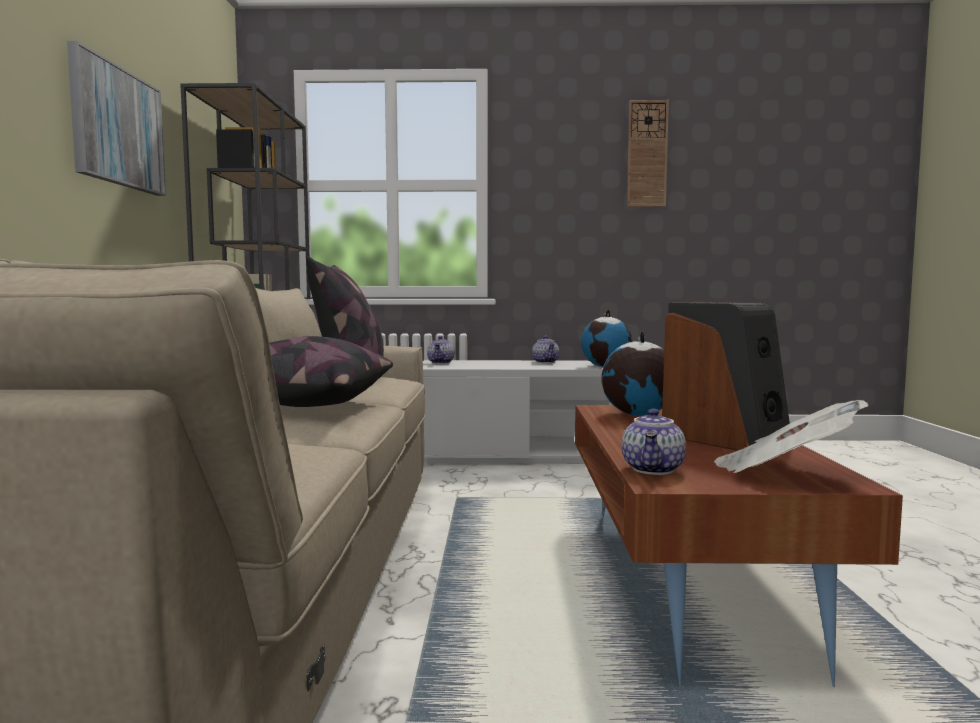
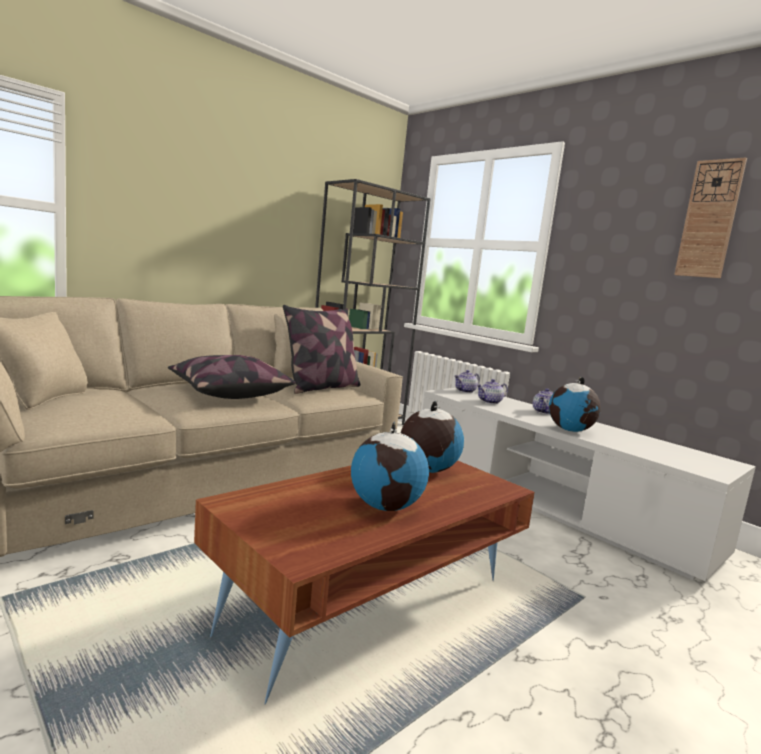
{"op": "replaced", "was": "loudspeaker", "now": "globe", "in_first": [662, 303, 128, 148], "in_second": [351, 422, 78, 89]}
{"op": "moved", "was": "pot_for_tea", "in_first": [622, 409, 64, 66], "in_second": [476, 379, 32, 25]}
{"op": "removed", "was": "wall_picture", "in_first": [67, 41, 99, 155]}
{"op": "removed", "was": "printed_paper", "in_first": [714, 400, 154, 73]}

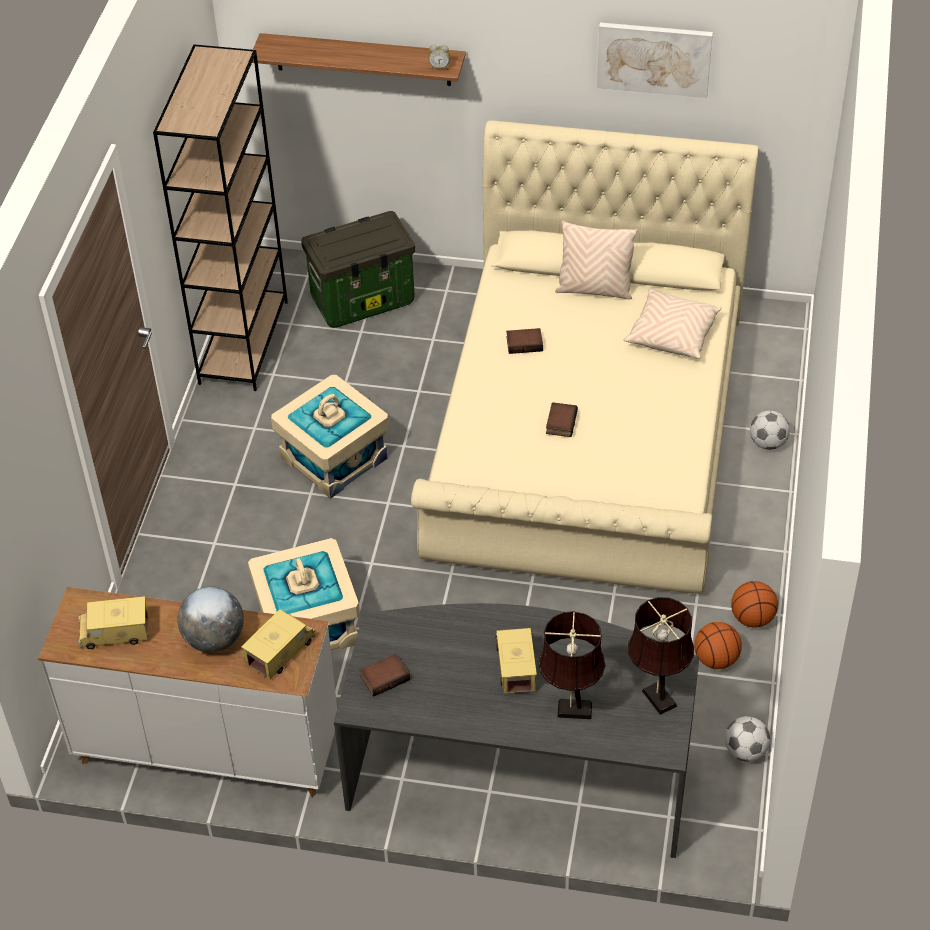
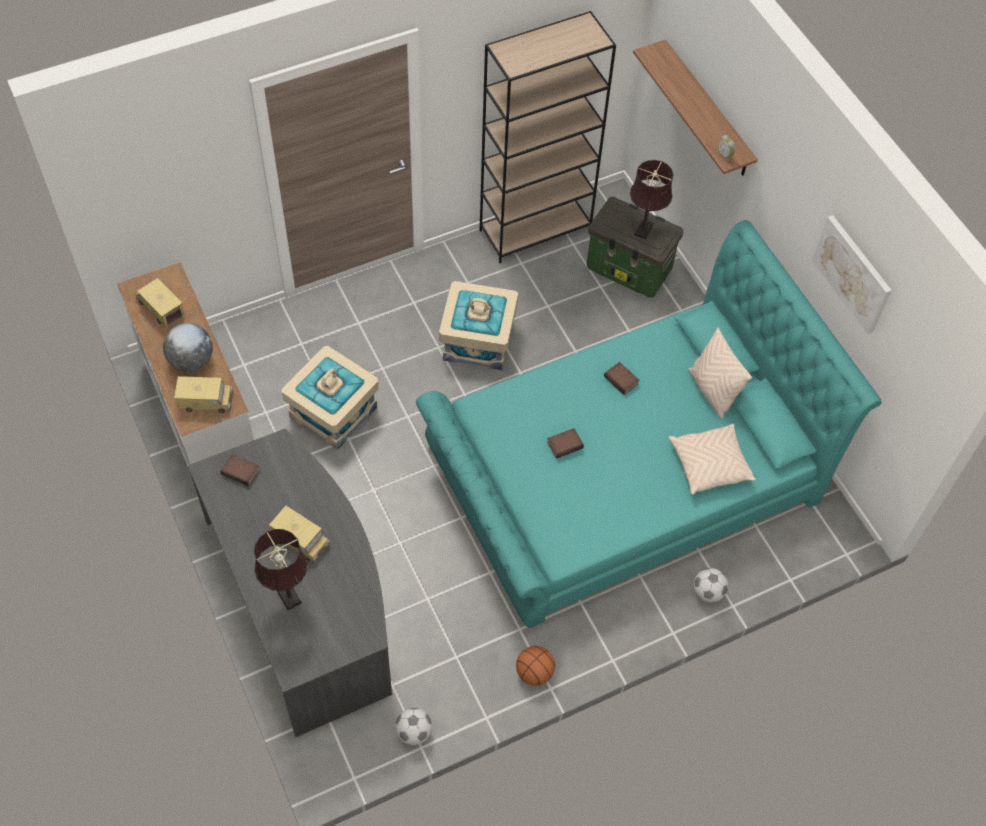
{"op": "turned", "was": "toy_truck", "in_first": [495, 628, 42, 66], "in_second": [269, 505, 61, 58], "clockwise": 75}
{"op": "recoloured", "was": "sand-coloured_sleeping_bed", "now": "turquoise-coloured_sleeping_bed", "in_first": [411, 120, 348, 474], "in_second": [416, 220, 466, 408]}
{"op": "moved", "was": "brown_table_lamp", "in_first": [628, 597, 66, 118], "in_second": [630, 160, 44, 79]}
{"op": "removed", "was": "basketball", "in_first": [694, 622, 48, 47]}

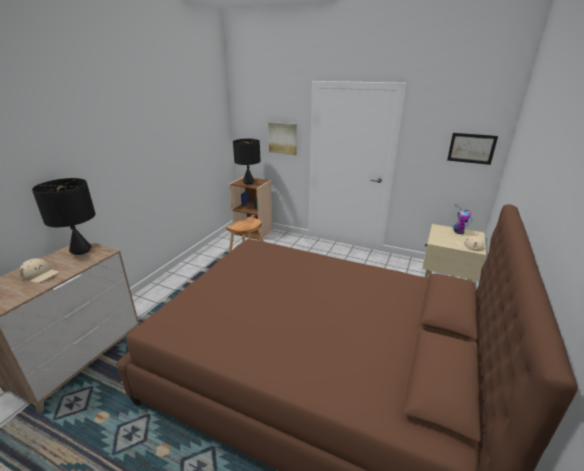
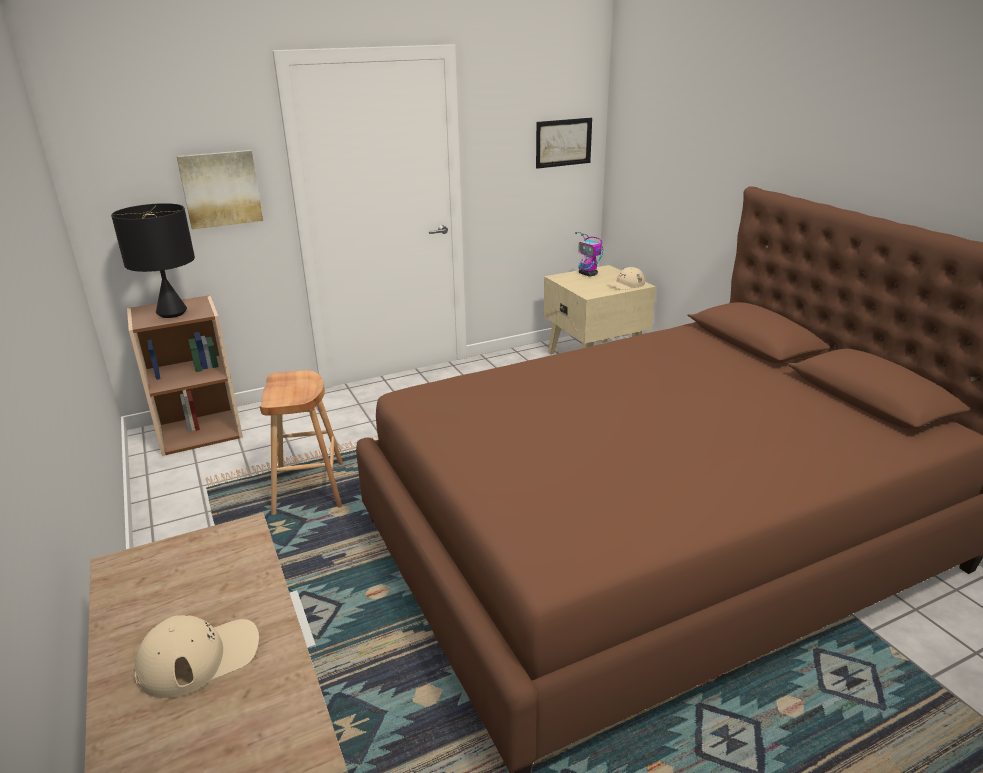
{"op": "removed", "was": "black_table_lamp", "in_first": [32, 178, 64, 77]}

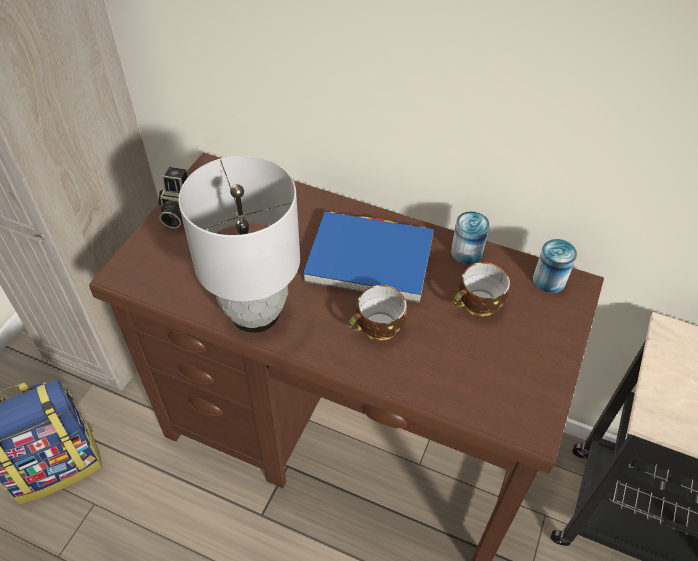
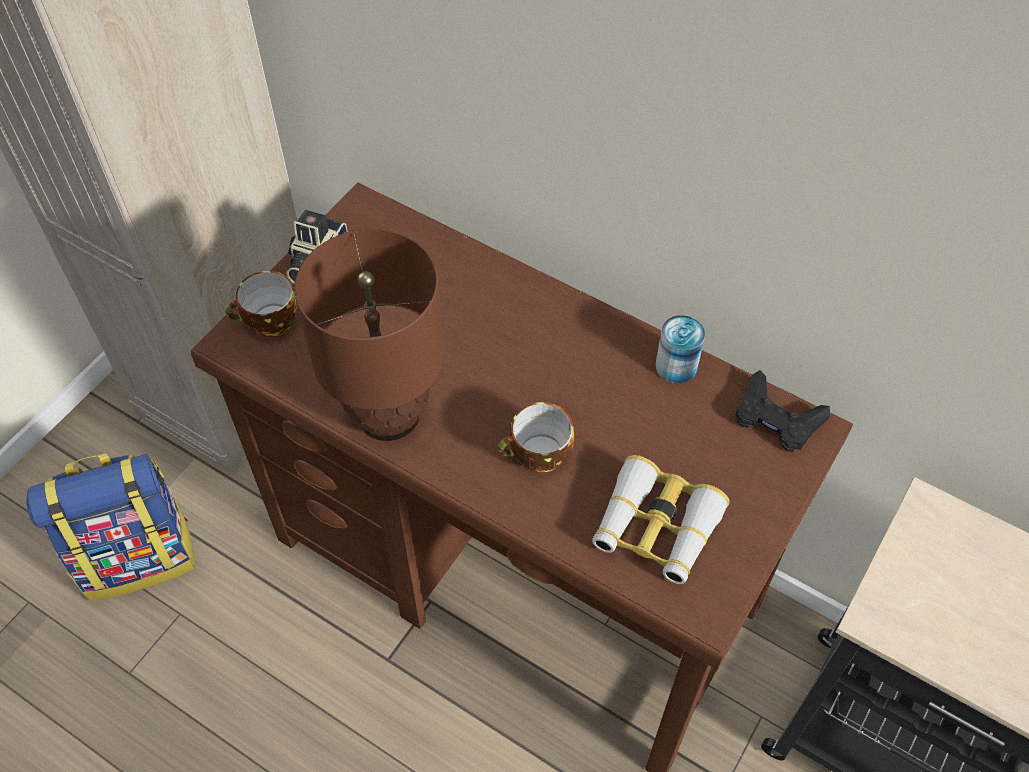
{"op": "moved", "was": "cup", "in_first": [453, 262, 57, 55], "in_second": [225, 271, 73, 66]}
{"op": "recoloured", "was": "whitish_table_lamp", "now": "brown_table_lamp", "in_first": [178, 156, 122, 177], "in_second": [294, 229, 150, 212]}
{"op": "added", "now": "field_glasses", "in_second": [592, 455, 137, 129]}
{"op": "replaced", "was": "can", "now": "black_game_controller", "in_first": [533, 239, 44, 54], "in_second": [736, 370, 94, 82]}
{"op": "removed", "was": "bluish_book", "in_first": [303, 211, 131, 92]}

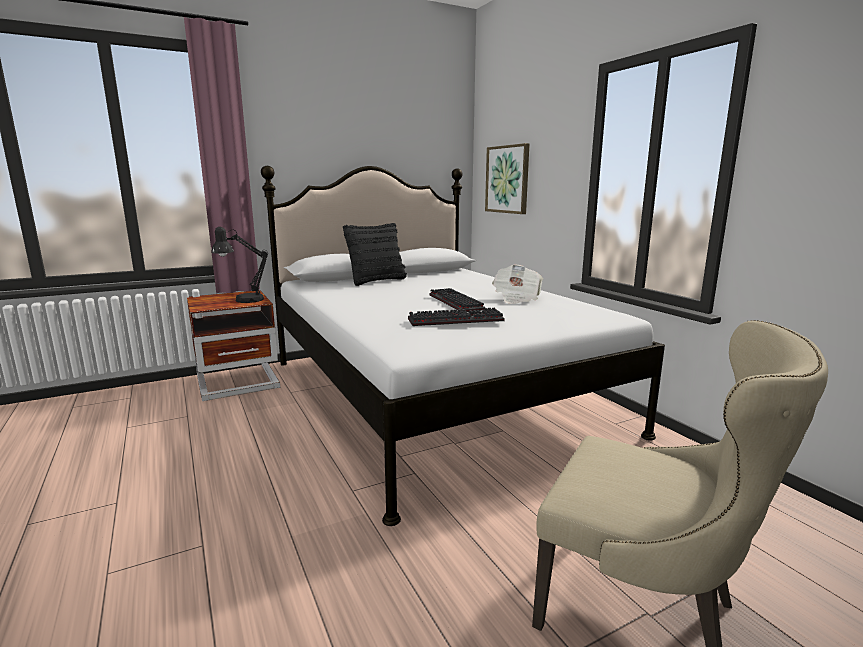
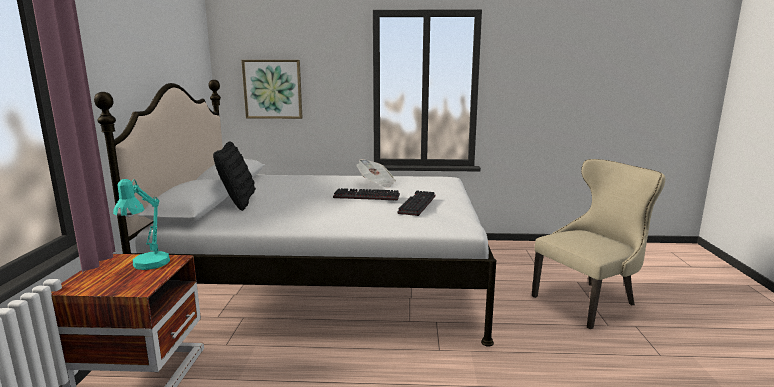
{"op": "recoloured", "was": "black_table_lamp", "now": "turquoise-coloured_table_lamp", "in_first": [211, 227, 57, 76], "in_second": [113, 179, 57, 91]}

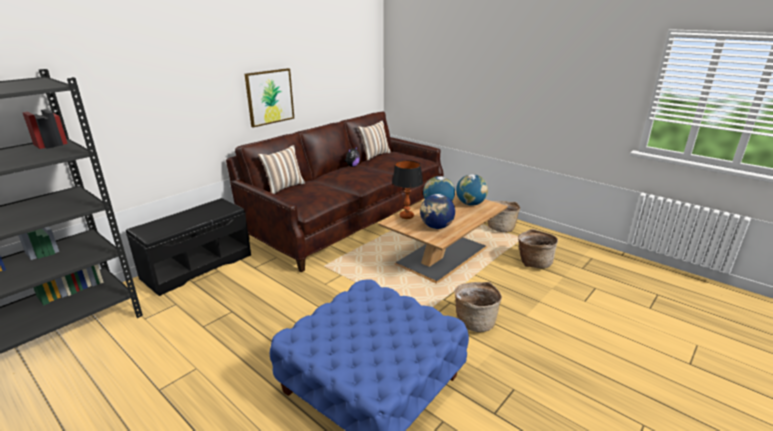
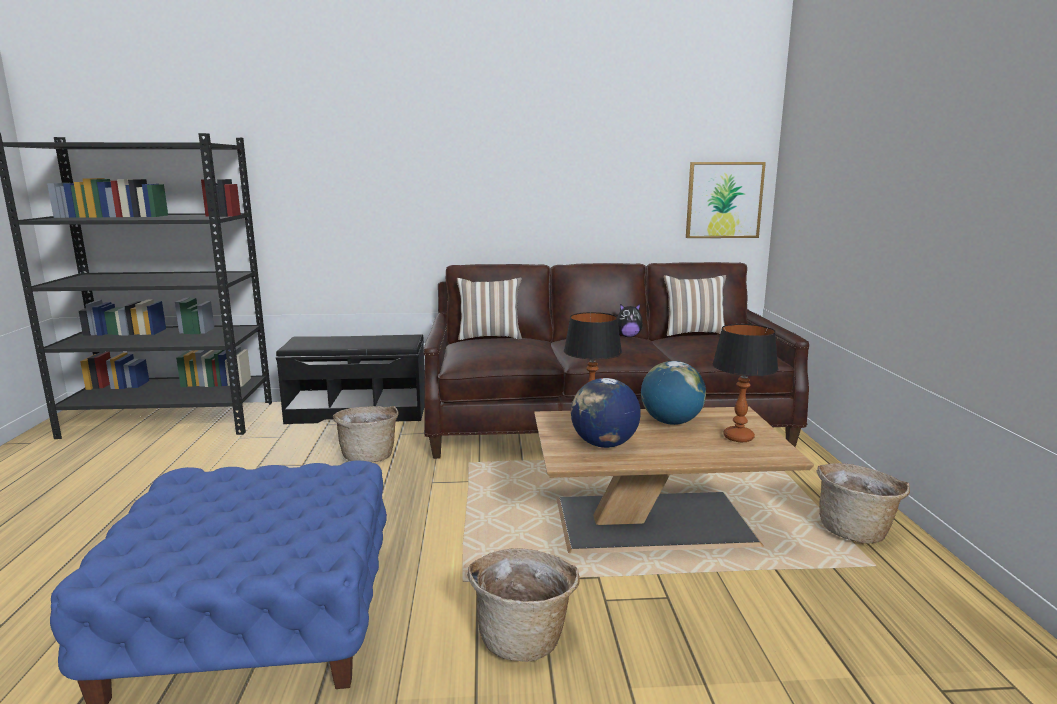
{"op": "moved", "was": "storage_basket", "in_first": [518, 229, 40, 39], "in_second": [333, 406, 66, 56]}
{"op": "moved", "was": "wall_picture", "in_first": [245, 68, 49, 60], "in_second": [686, 162, 80, 76]}
{"op": "replaced", "was": "globe", "now": "table_lamp", "in_first": [456, 174, 32, 32], "in_second": [713, 324, 65, 118]}

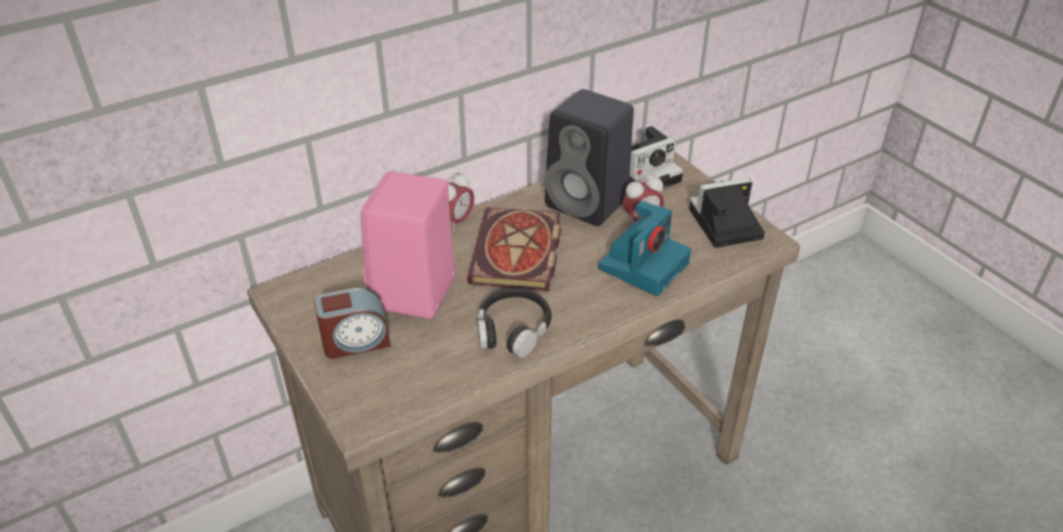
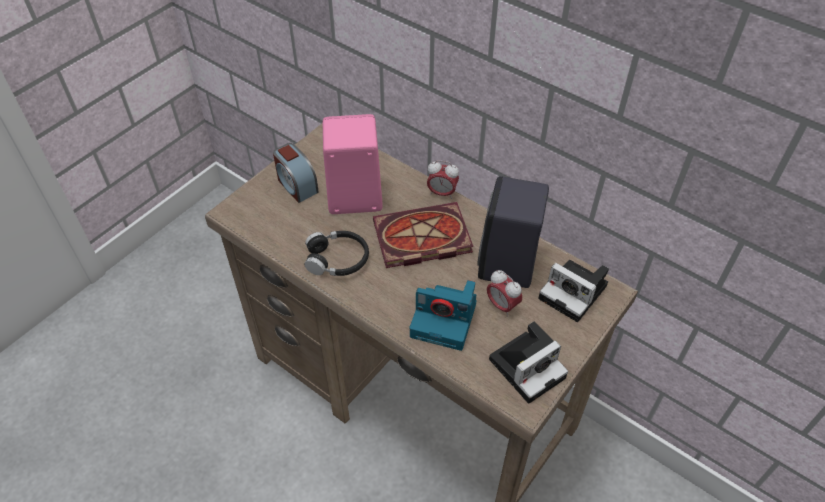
{"op": "turned", "was": "still_camera", "in_first": [689, 178, 76, 70], "in_second": [489, 322, 79, 82], "clockwise": 90}

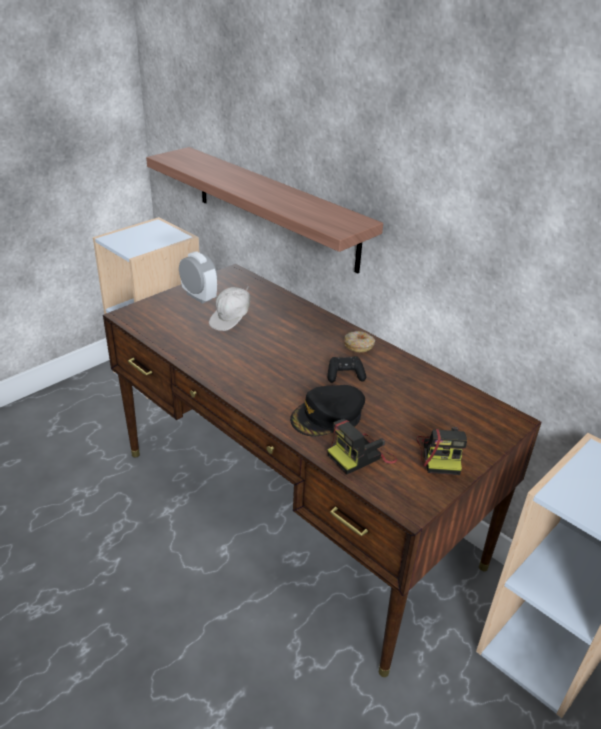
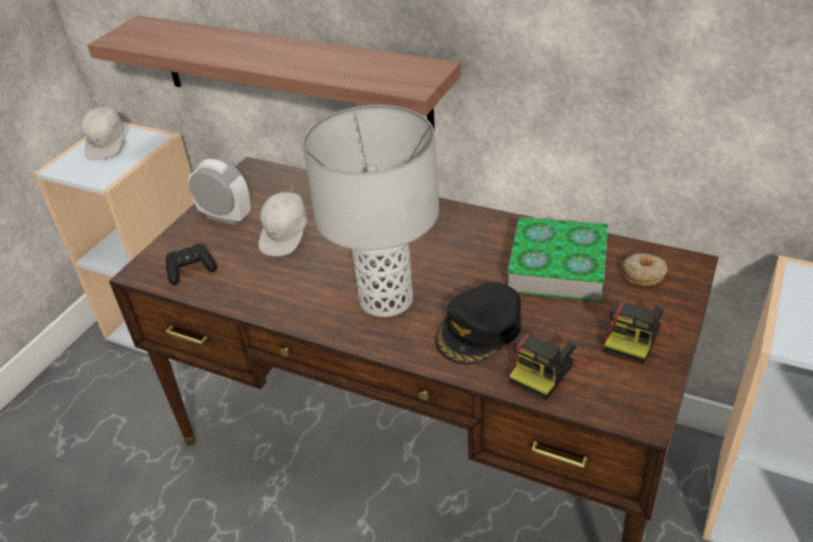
{"op": "added", "now": "whitish_peaked_cap", "in_second": [81, 102, 43, 58]}
{"op": "moved", "was": "black_game_controller", "in_first": [328, 356, 38, 27], "in_second": [166, 243, 51, 42]}
{"op": "added", "now": "whitish_table_lamp", "in_second": [303, 105, 136, 212]}
{"op": "added", "now": "book", "in_second": [507, 217, 101, 85]}
{"op": "turned", "was": "still_camera", "in_first": [417, 427, 50, 48], "in_second": [602, 301, 74, 63], "clockwise": 45}
{"op": "moved", "was": "doughnut", "in_first": [344, 331, 31, 21], "in_second": [622, 254, 45, 32]}

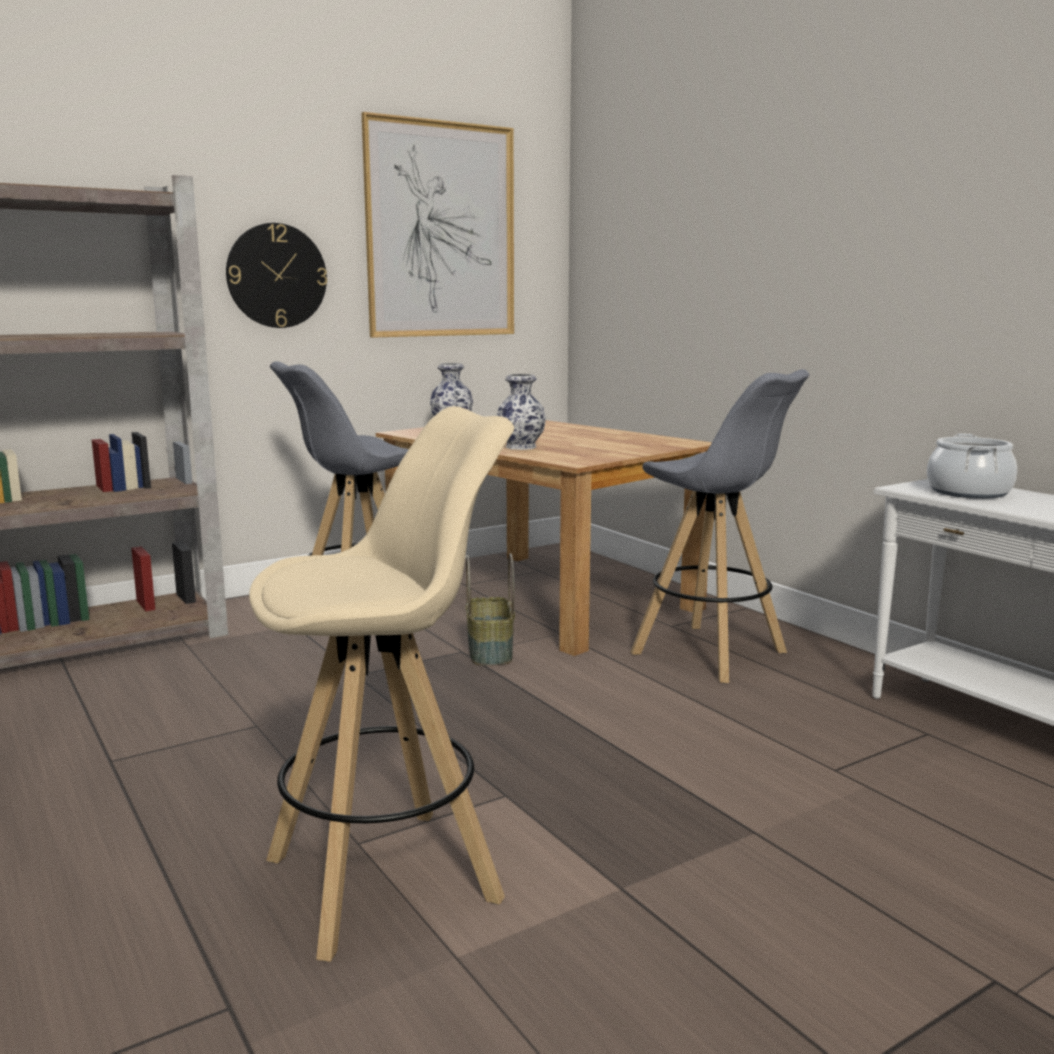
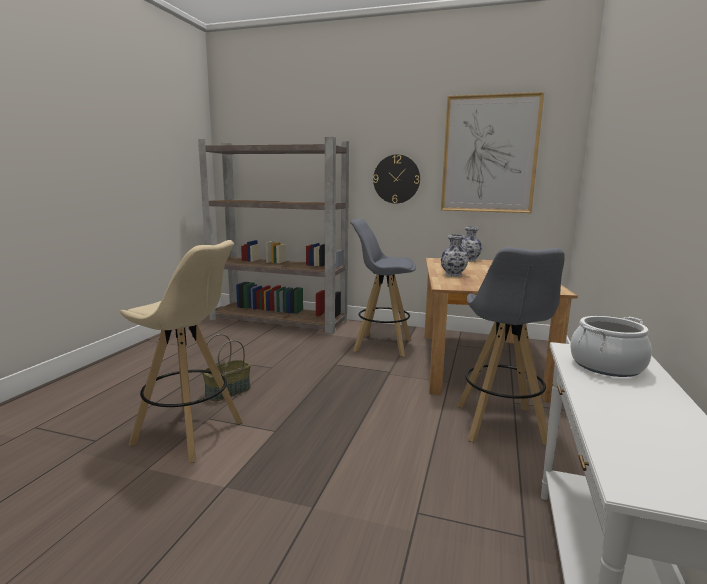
{"op": "moved", "was": "storage_basket", "in_first": [466, 553, 49, 113], "in_second": [202, 334, 49, 67]}

